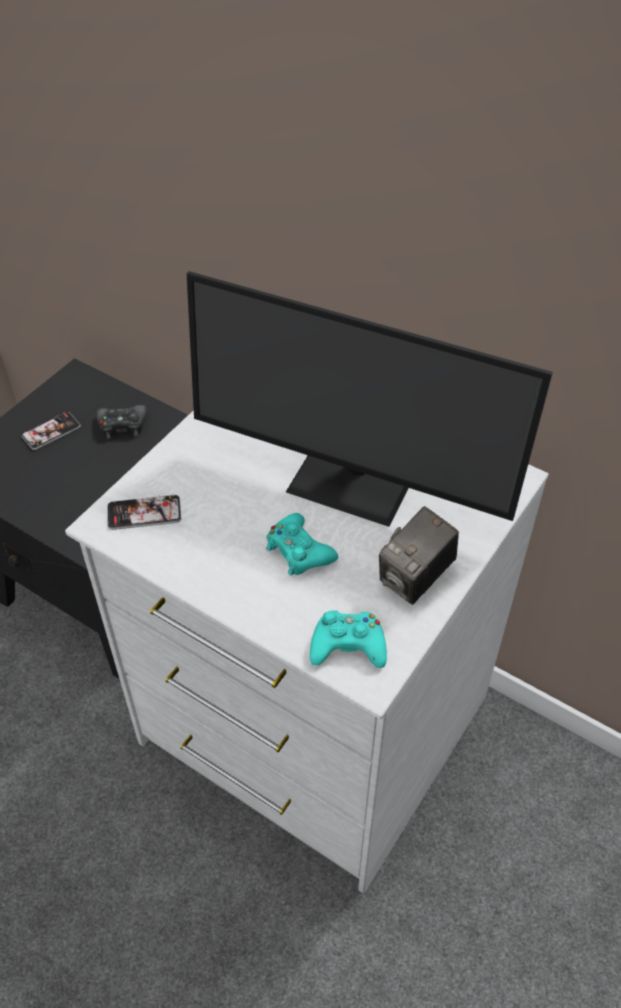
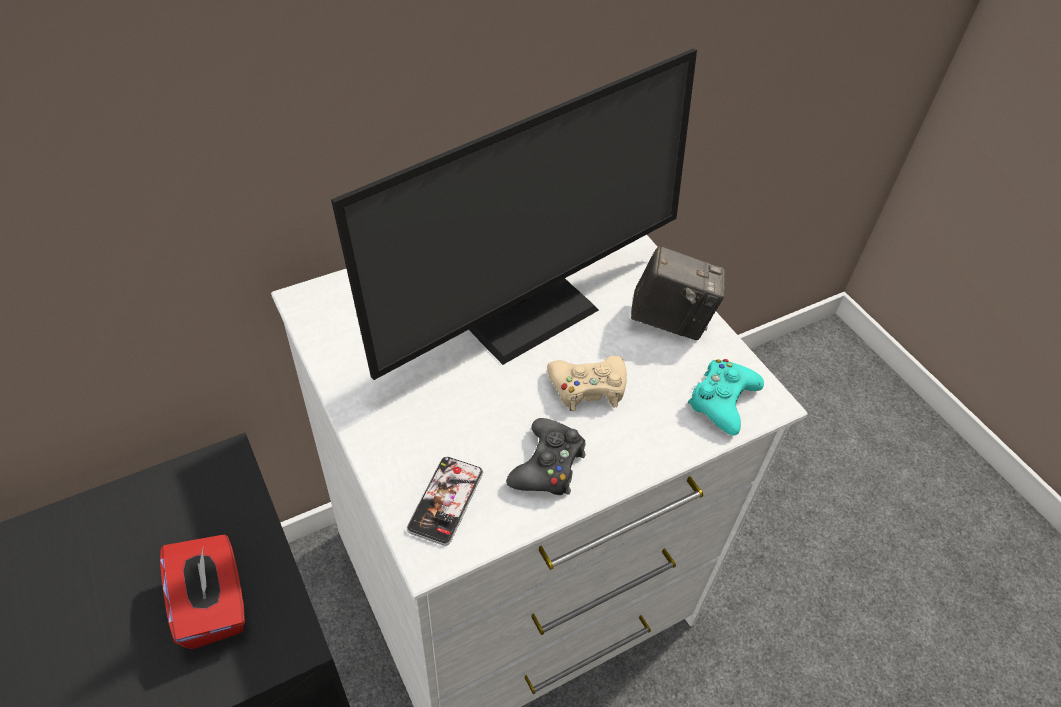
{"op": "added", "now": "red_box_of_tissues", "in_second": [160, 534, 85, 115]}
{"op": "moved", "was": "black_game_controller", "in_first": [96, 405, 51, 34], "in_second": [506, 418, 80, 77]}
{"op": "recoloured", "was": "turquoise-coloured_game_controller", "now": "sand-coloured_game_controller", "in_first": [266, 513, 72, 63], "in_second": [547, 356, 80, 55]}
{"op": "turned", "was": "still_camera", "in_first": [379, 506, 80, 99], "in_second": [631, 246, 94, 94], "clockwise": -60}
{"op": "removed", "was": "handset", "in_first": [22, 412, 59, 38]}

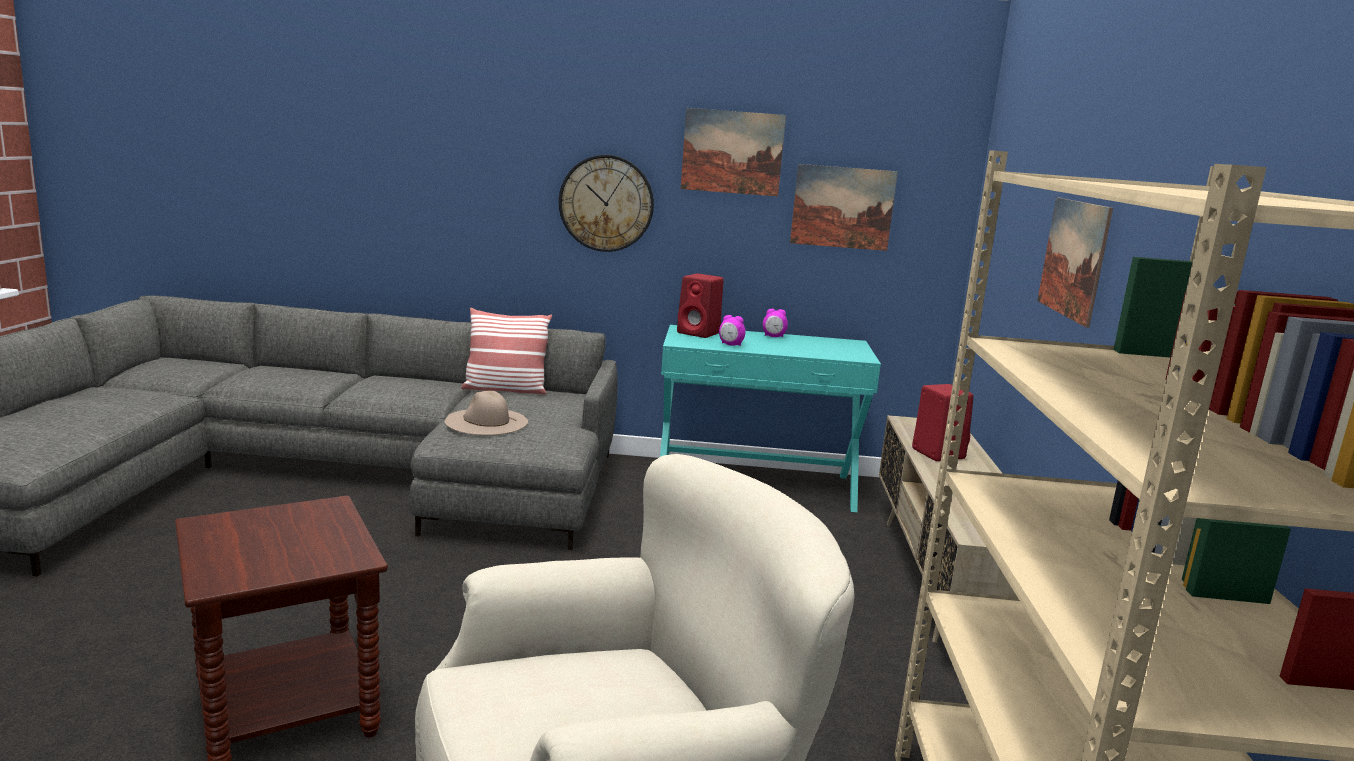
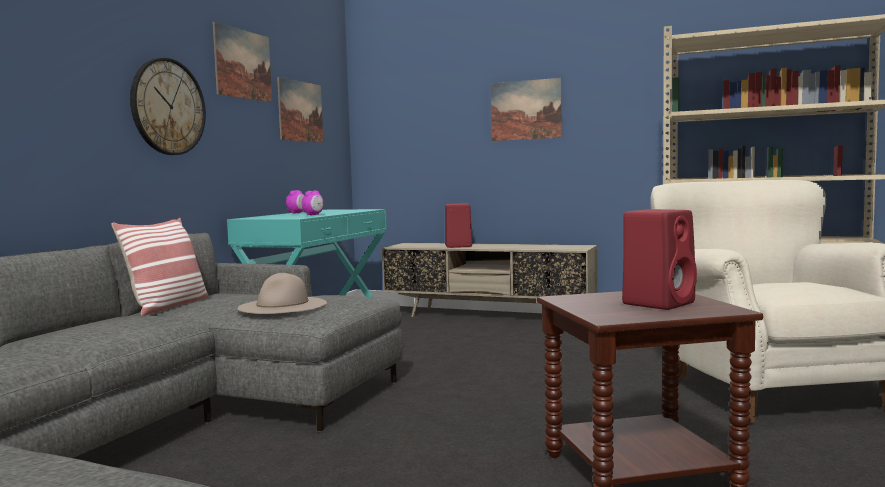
{"op": "moved", "was": "red_loudspeaker", "in_first": [677, 273, 47, 65], "in_second": [622, 209, 75, 101]}

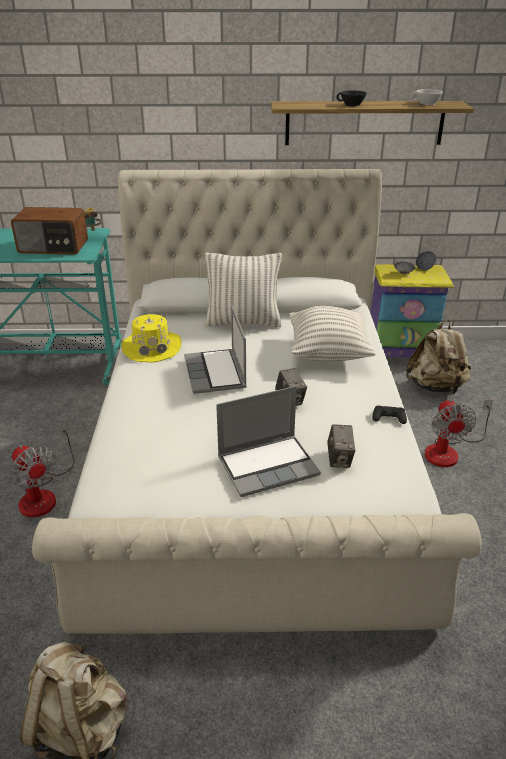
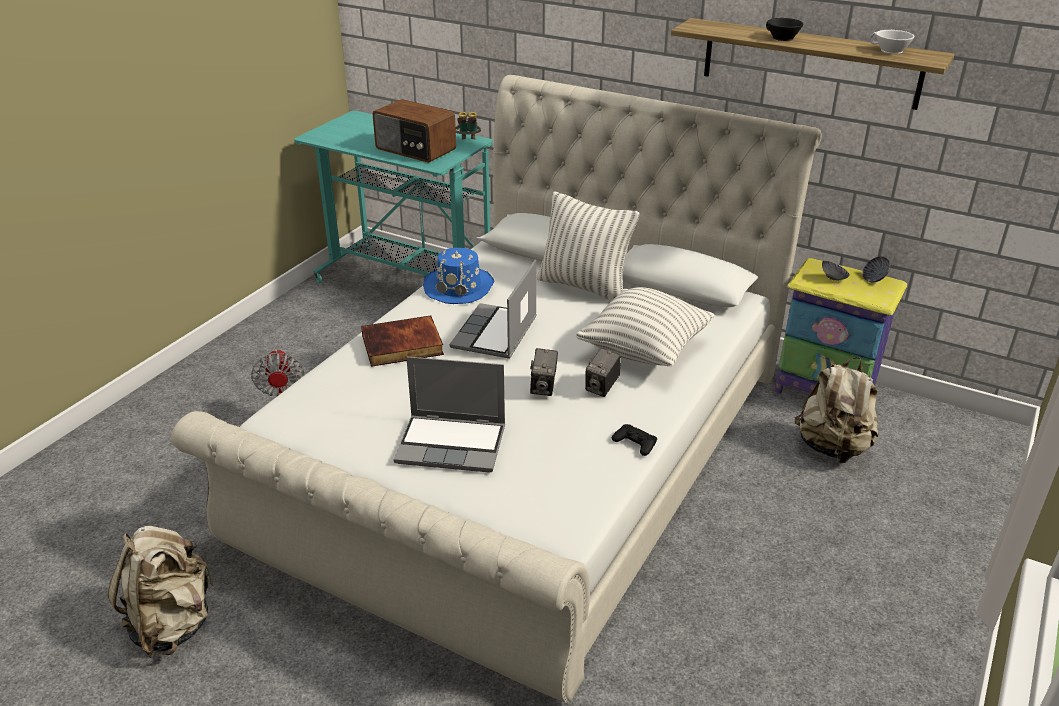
{"op": "added", "now": "book", "in_second": [361, 315, 83, 52]}
{"op": "recoloured", "was": "yellow-coloured_wearable_hat", "now": "bluish_wearable_hat", "in_first": [121, 314, 60, 48], "in_second": [423, 248, 71, 56]}
{"op": "moved", "was": "still_camera", "in_first": [327, 424, 28, 44], "in_second": [585, 347, 36, 50]}
{"op": "removed", "was": "cooling_fan", "in_first": [425, 399, 68, 68]}

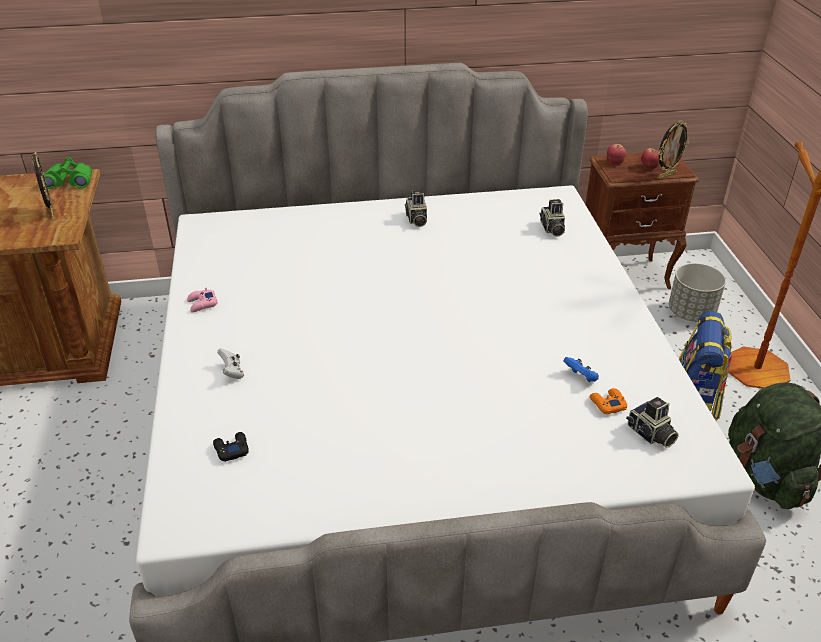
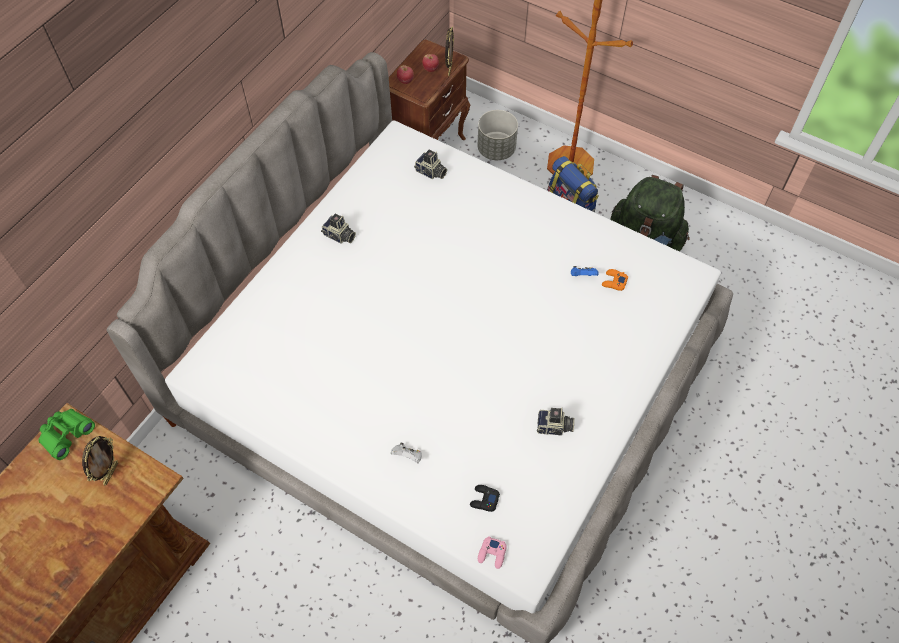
{"op": "turned", "was": "picture_frame", "in_first": [32, 151, 23, 68], "in_second": [82, 436, 36, 50], "clockwise": 90}
{"op": "moved", "was": "pink_game_controller", "in_first": [187, 288, 31, 24], "in_second": [478, 536, 29, 33]}
{"op": "moved", "was": "still_camera", "in_first": [626, 397, 53, 51], "in_second": [537, 407, 38, 29]}

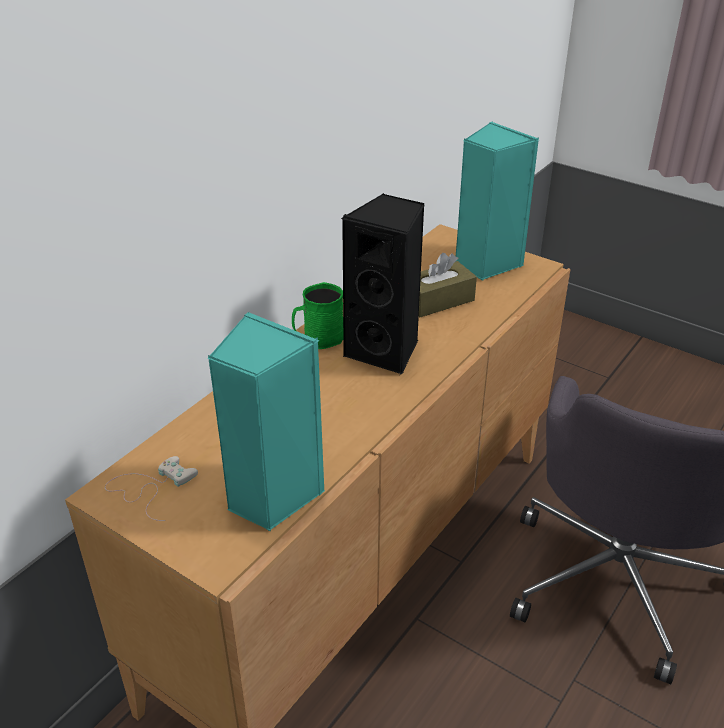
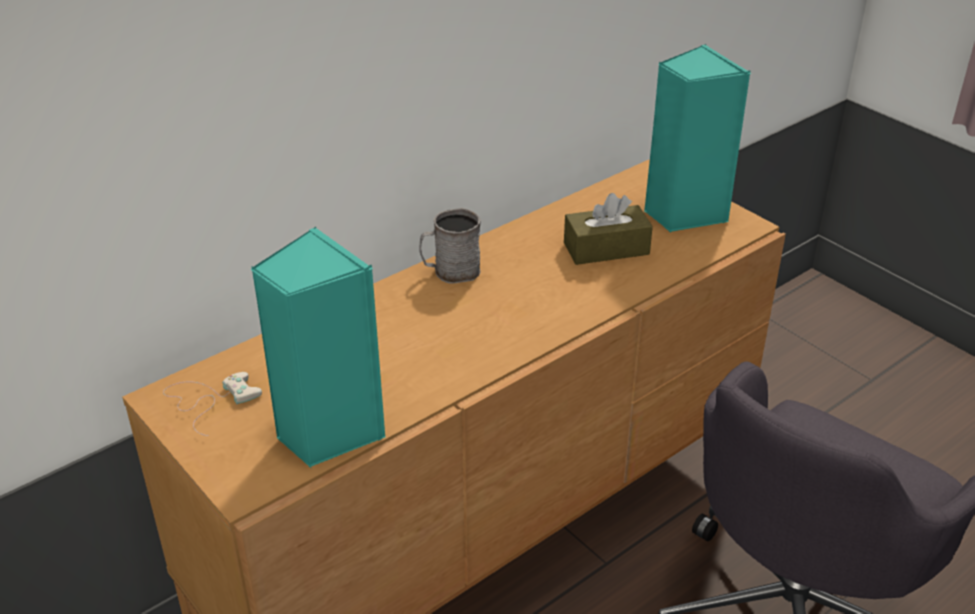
{"op": "recoloured", "was": "greenish_coffee_mug", "now": "greyish_coffee_mug", "in_first": [292, 282, 51, 67], "in_second": [419, 208, 62, 76]}
{"op": "removed", "was": "black_loudspeaker", "in_first": [341, 193, 83, 181]}

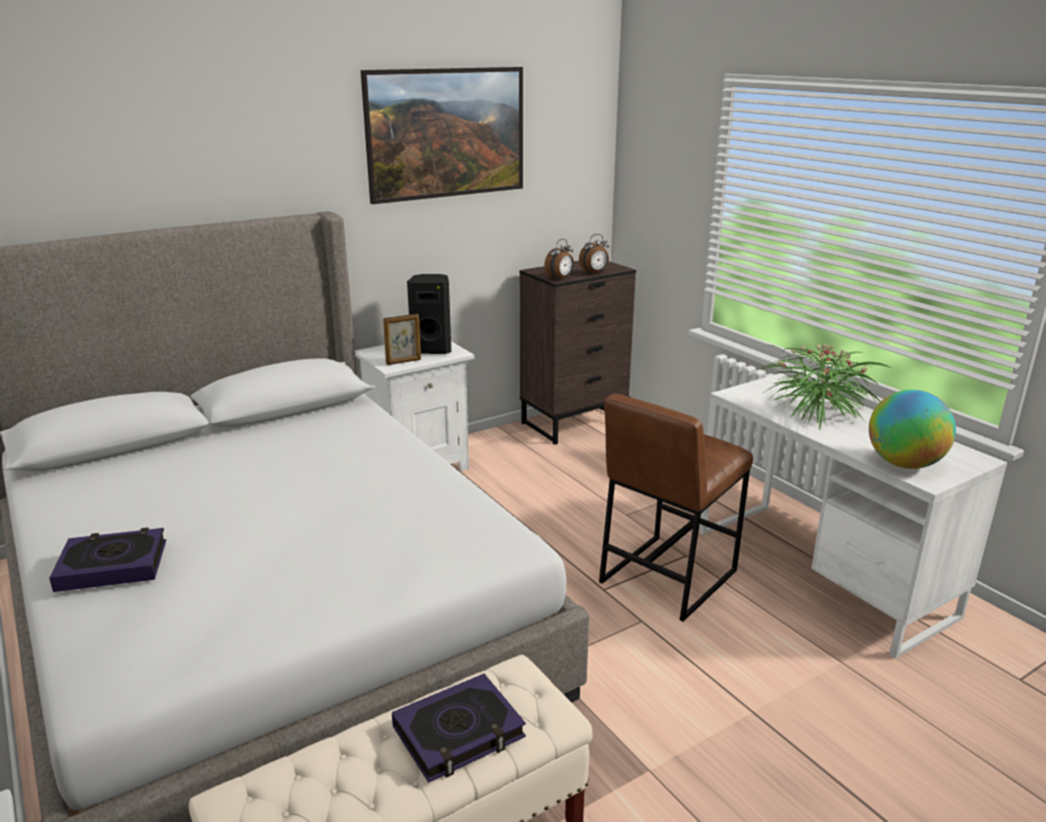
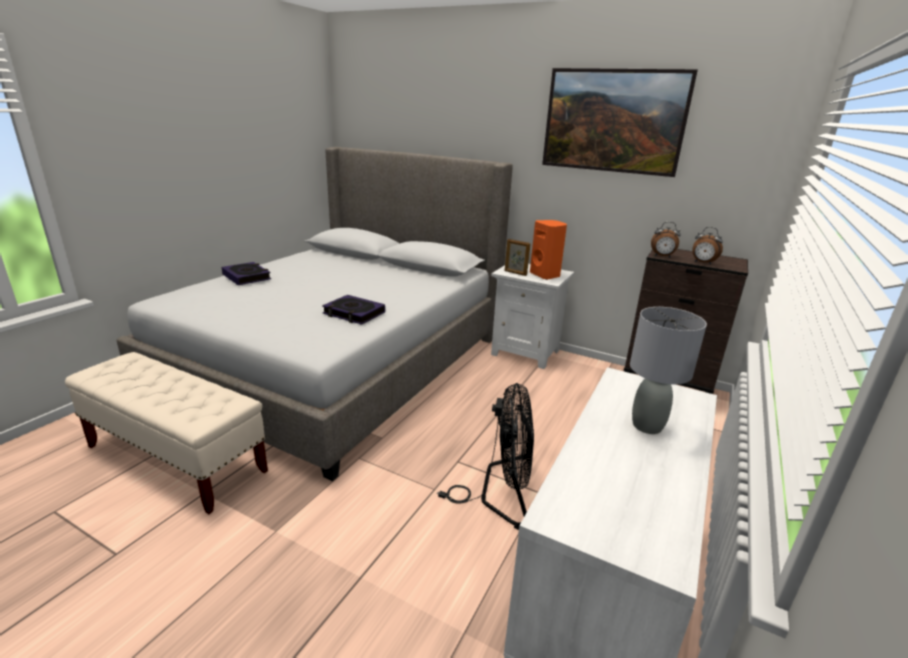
{"op": "moved", "was": "book", "in_first": [392, 674, 134, 109], "in_second": [322, 295, 63, 30]}
{"op": "replaced", "was": "brown_upright_chair", "now": "black_cooling_fan", "in_first": [599, 394, 154, 228], "in_second": [438, 383, 96, 147]}
{"op": "recoloured", "was": "black_loudspeaker", "now": "orange_loudspeaker", "in_first": [407, 274, 44, 80], "in_second": [530, 220, 37, 60]}
{"op": "replaced", "was": "plant_in_a_pot", "now": "greyish_table_lamp", "in_first": [761, 344, 130, 87], "in_second": [630, 307, 77, 127]}
{"op": "removed", "was": "globe", "in_first": [869, 390, 87, 79]}

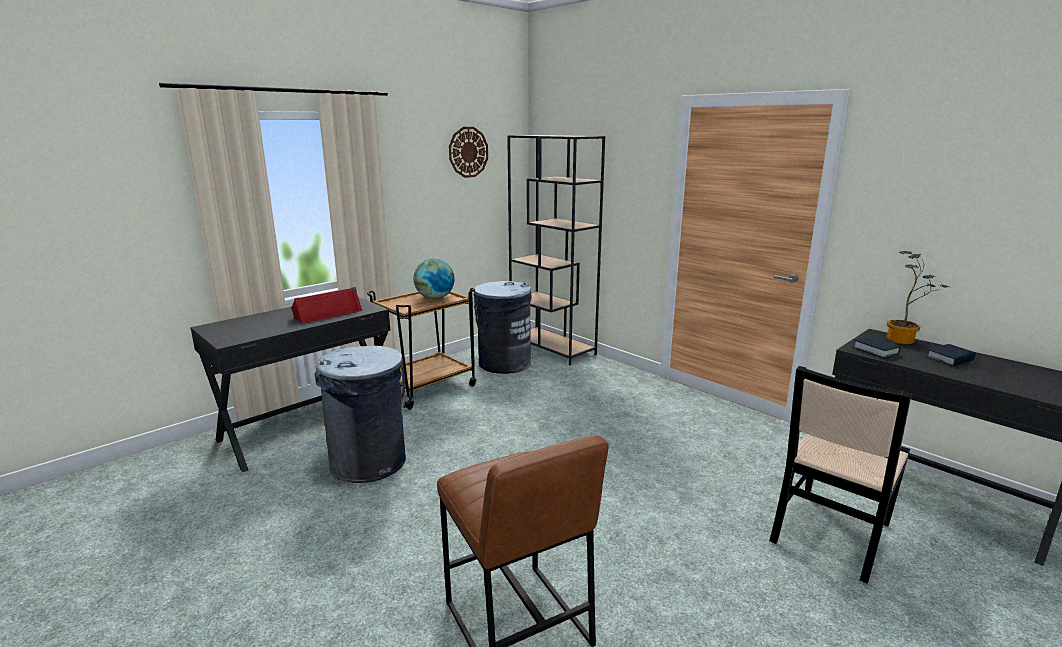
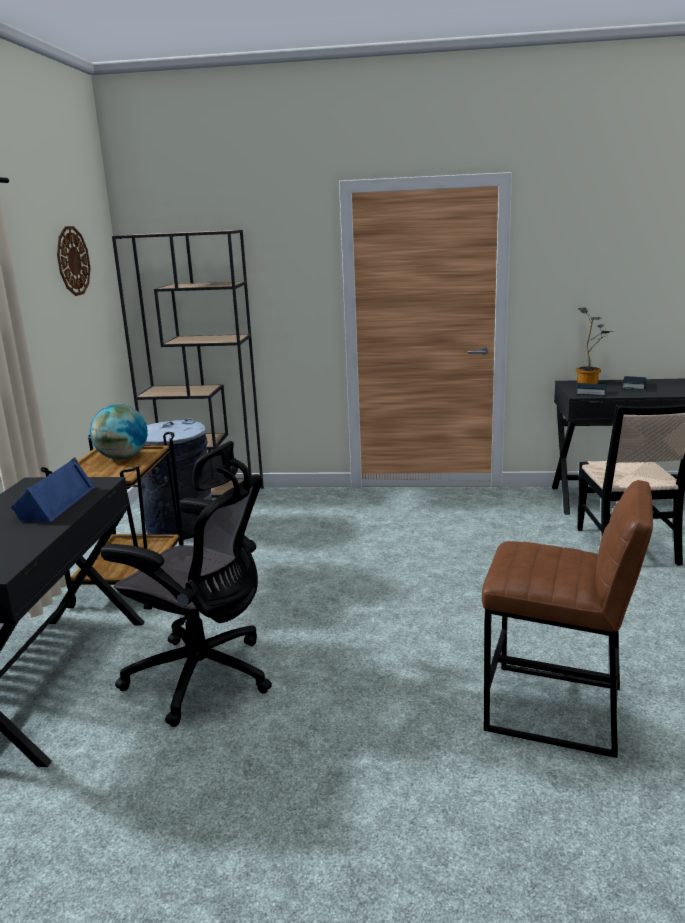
{"op": "recoloured", "was": "red_loudspeaker", "now": "bluish_loudspeaker", "in_first": [291, 287, 72, 37], "in_second": [11, 457, 84, 65]}
{"op": "replaced", "was": "greyish_waste_bin", "now": "desk_chair", "in_first": [314, 346, 92, 137], "in_second": [100, 441, 172, 286]}

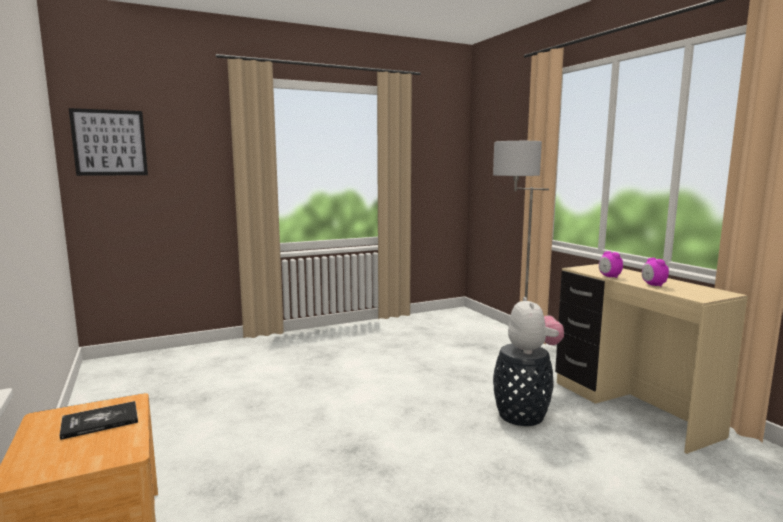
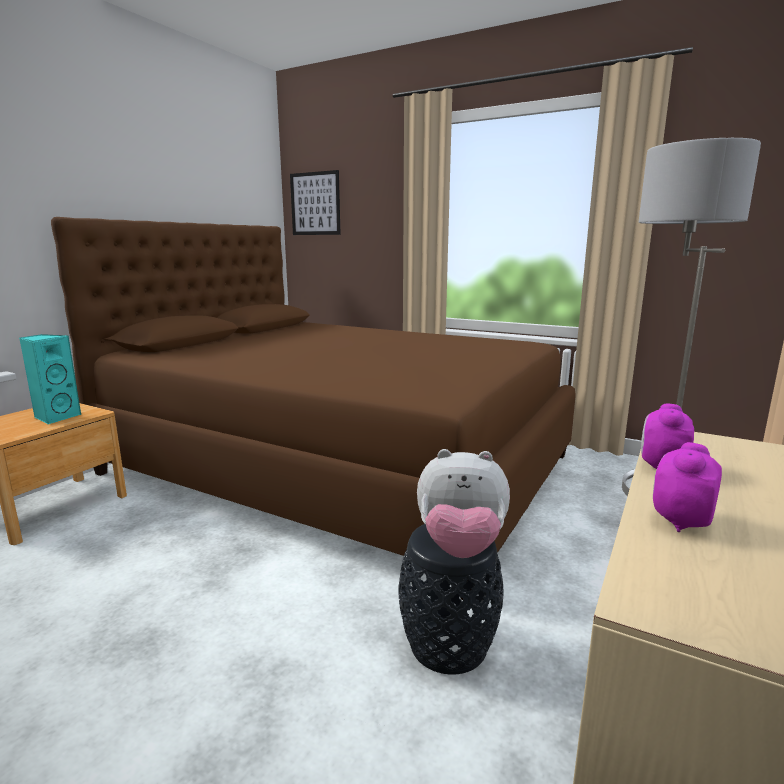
{"op": "replaced", "was": "book", "now": "turquoise-coloured_loudspeaker", "in_first": [60, 401, 78, 39], "in_second": [19, 334, 62, 90]}
{"op": "added", "now": "brown_sleeping_bed", "in_second": [51, 217, 525, 383]}
{"op": "turned", "was": "soft_toy", "in_first": [508, 297, 56, 58], "in_second": [417, 449, 93, 109], "clockwise": 45}

